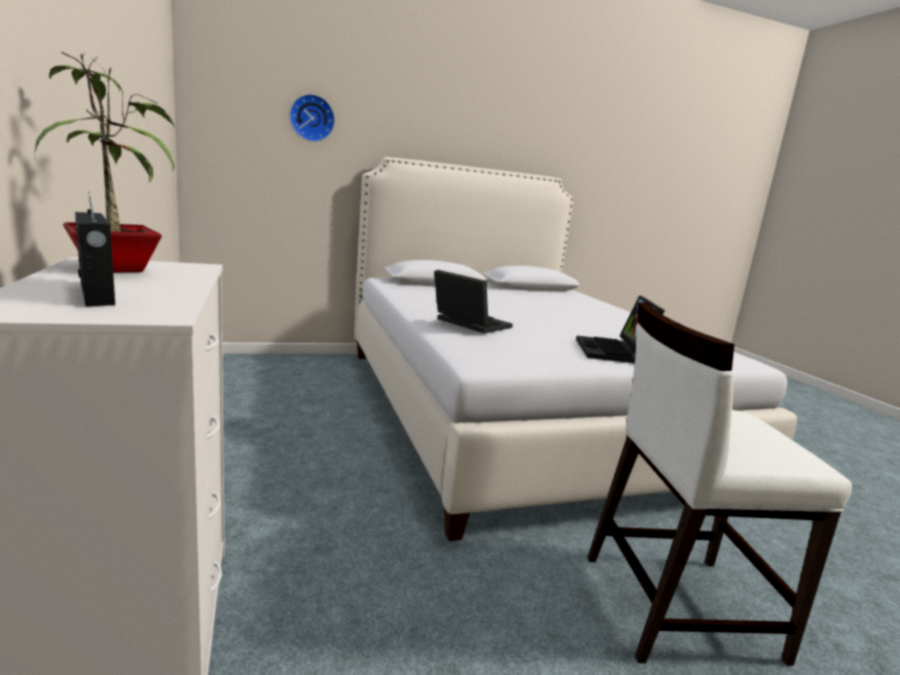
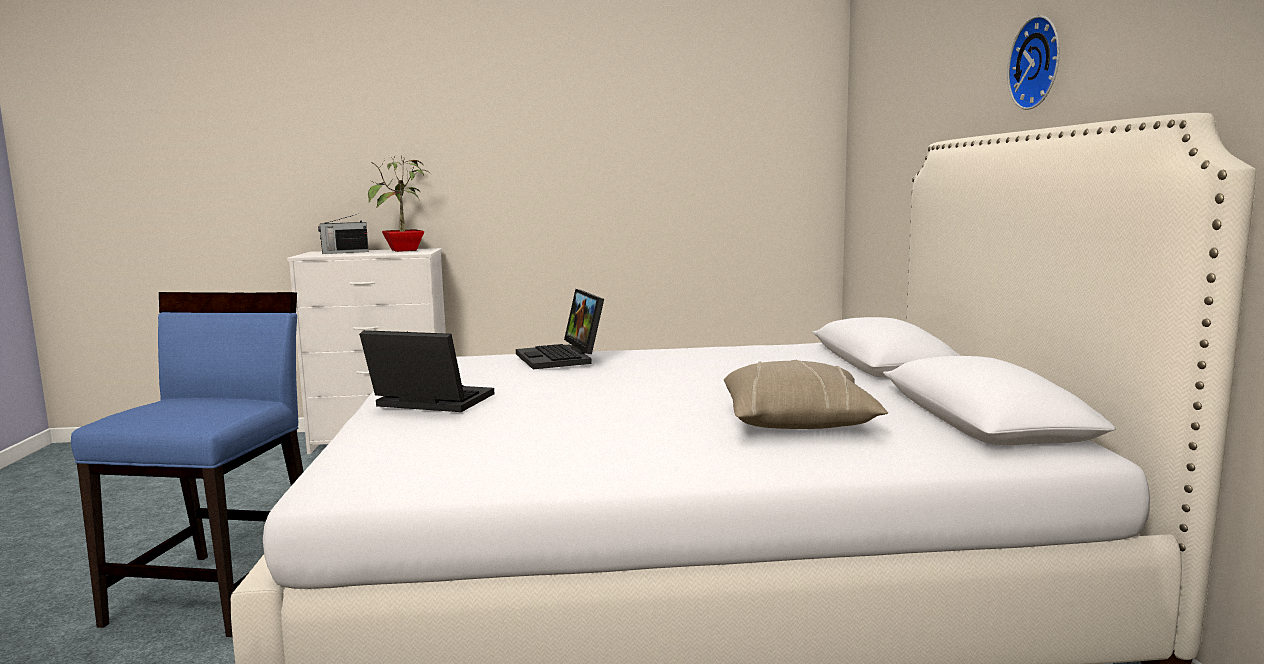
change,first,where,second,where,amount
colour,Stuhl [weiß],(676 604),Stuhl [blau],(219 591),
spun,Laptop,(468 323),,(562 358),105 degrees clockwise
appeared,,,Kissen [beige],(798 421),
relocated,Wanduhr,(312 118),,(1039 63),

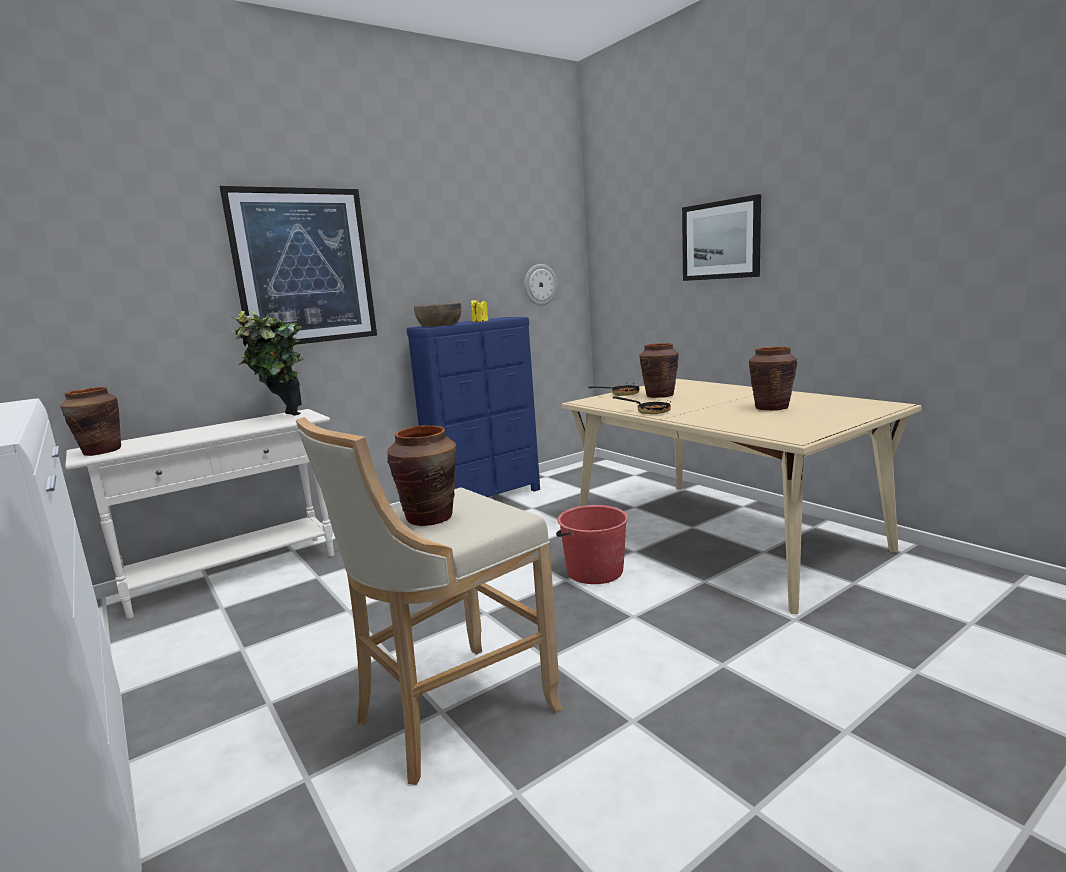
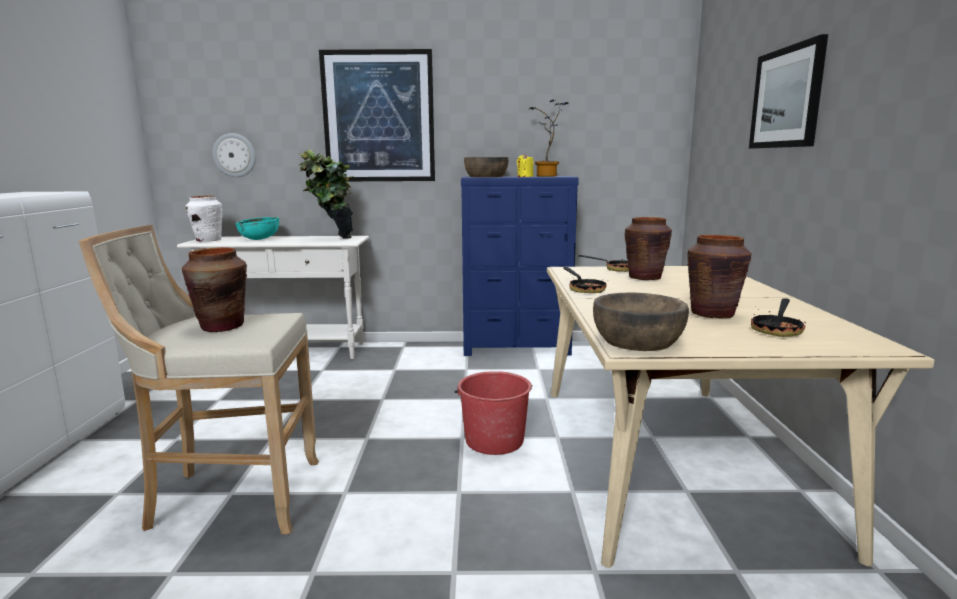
change,first,where,second,where,amount
colour,Vase [braun],(101 451),Vase [weiß],(208 240),
relocated,Wanduhr,(540 285),,(235 155),
appeared,,,Schüssel [türkis],(260 239),
appeared,,,Topfpflanze,(546 176),
appeared,,,Schüssel [braun],(638 340),
appeared,,,Pfanne,(777 329),

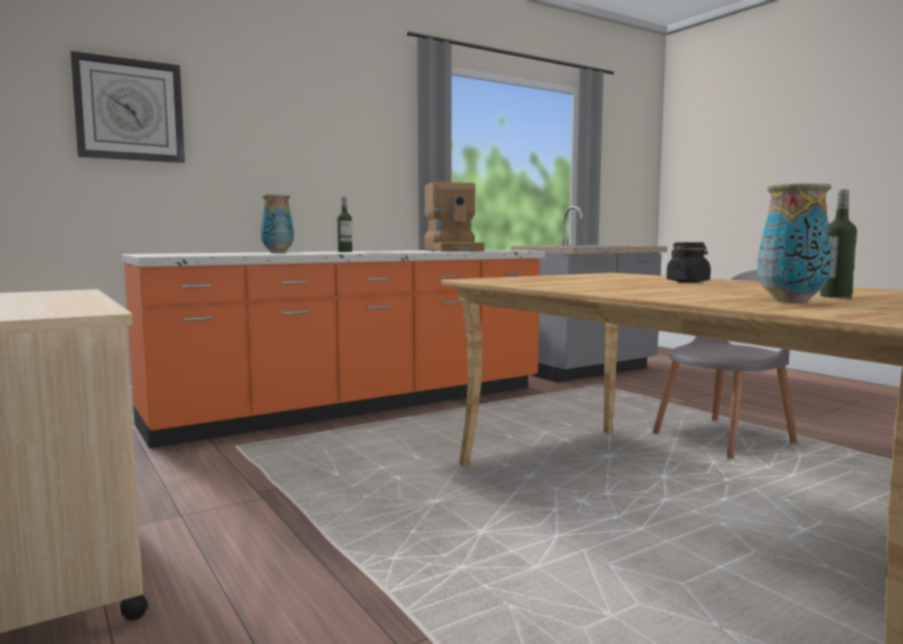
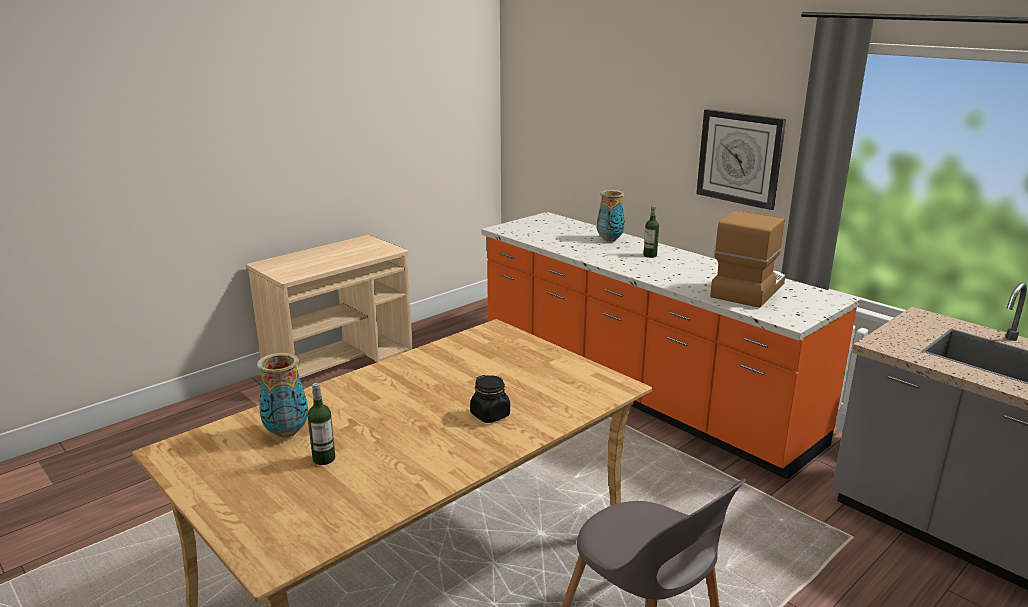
change,first,where,second,where,amount
relocated,Wanduhr,(129 110),,(740 158),
spun,Kaffeemaschine,(454 250),,(747 289),150 degrees clockwise

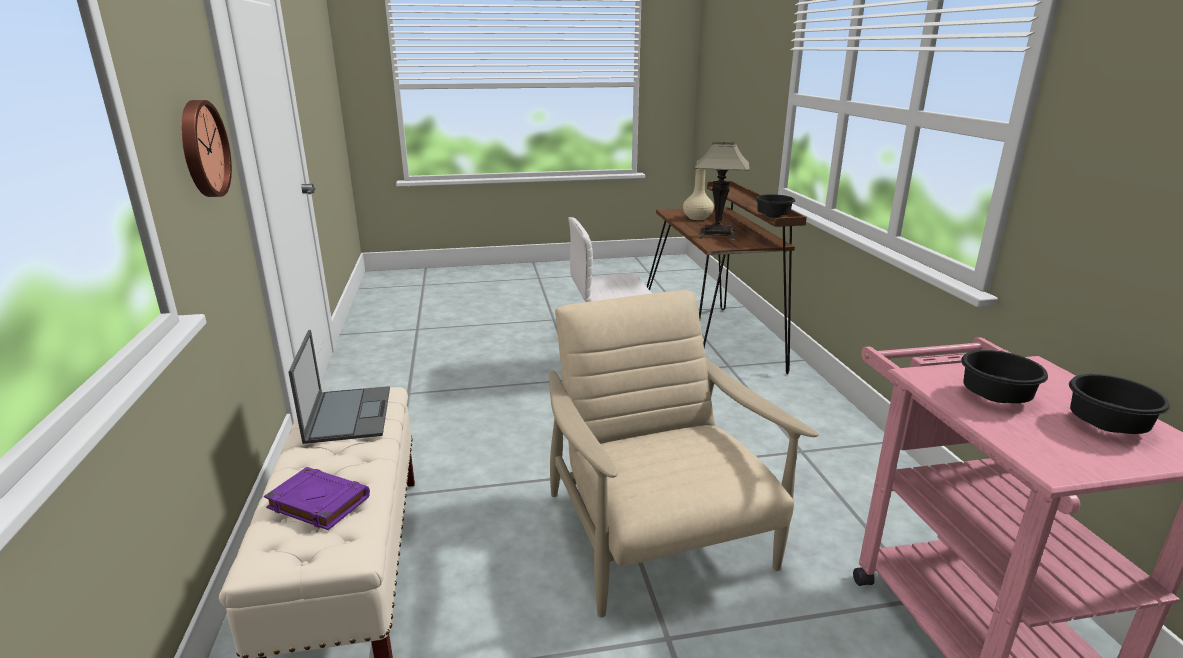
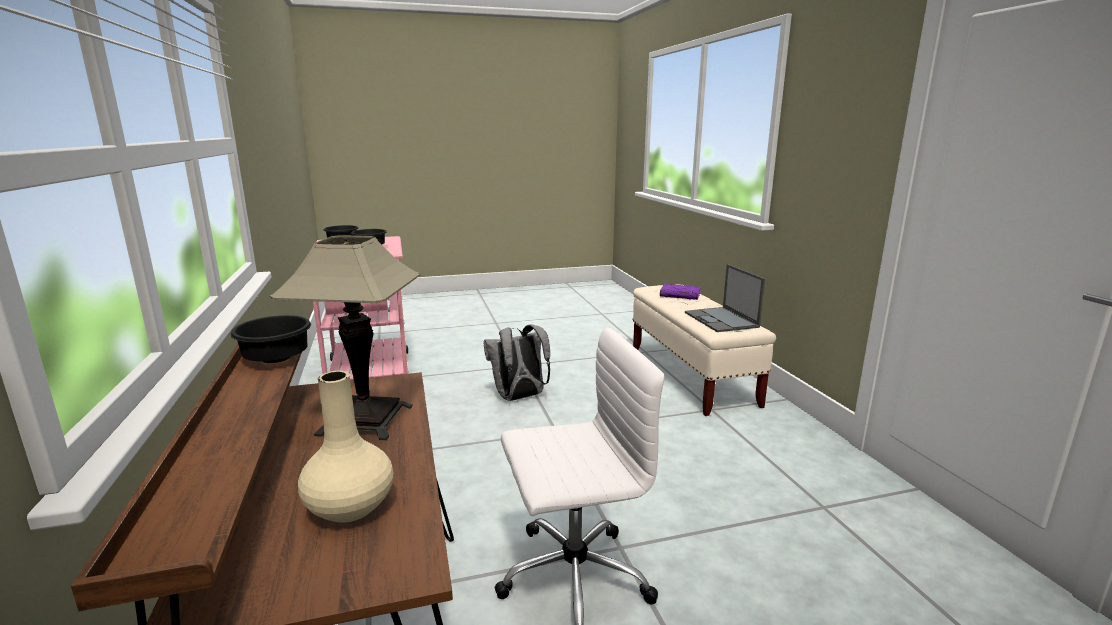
change,first,where,second,where,amount
exchanged,Sessel [beige],(658 535),Rucksack [grau],(519 397),
missing,Wanduhr,(201 149),,,

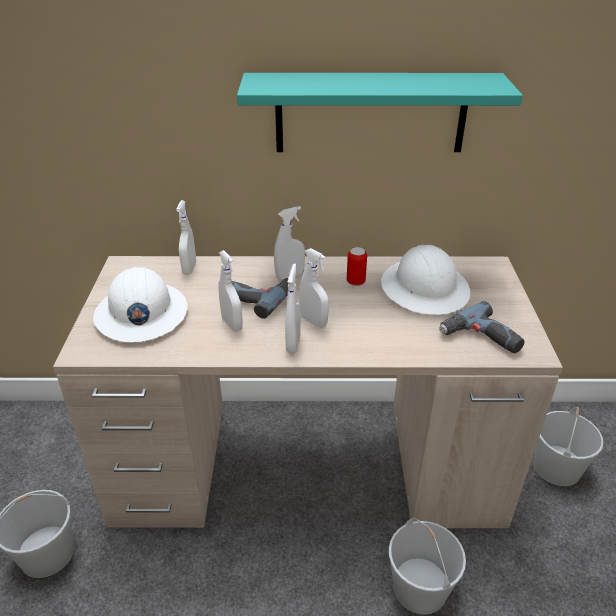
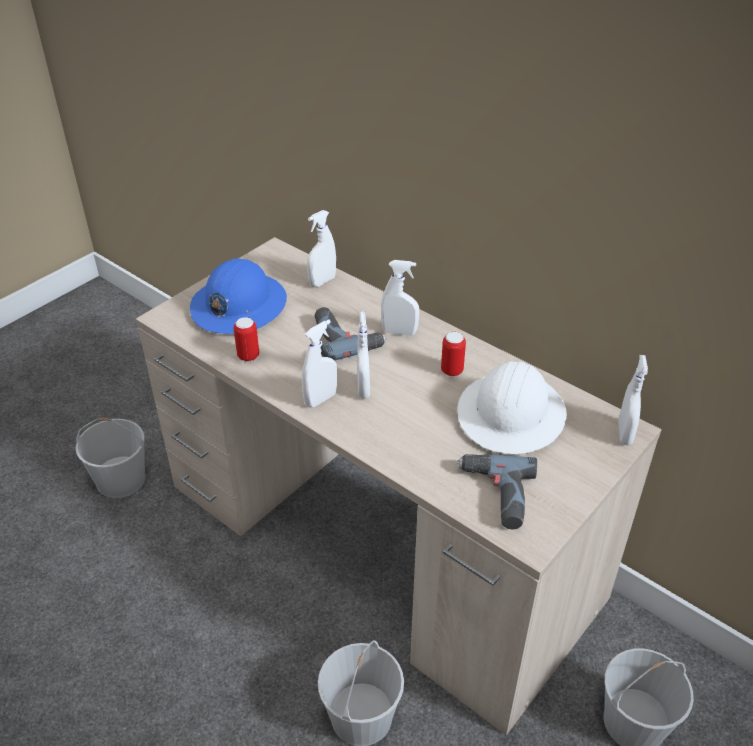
change,first,where,second,where,amount
colour,Schutzhelm [weiß],(141 314),Schutzhelm [blau],(238 306),
appeared,,,Dose,(248 356),
relocated,Sprühflasche [weiß],(232 324),,(624 434),
missing,Wandregal [türkis],(370 113),,,

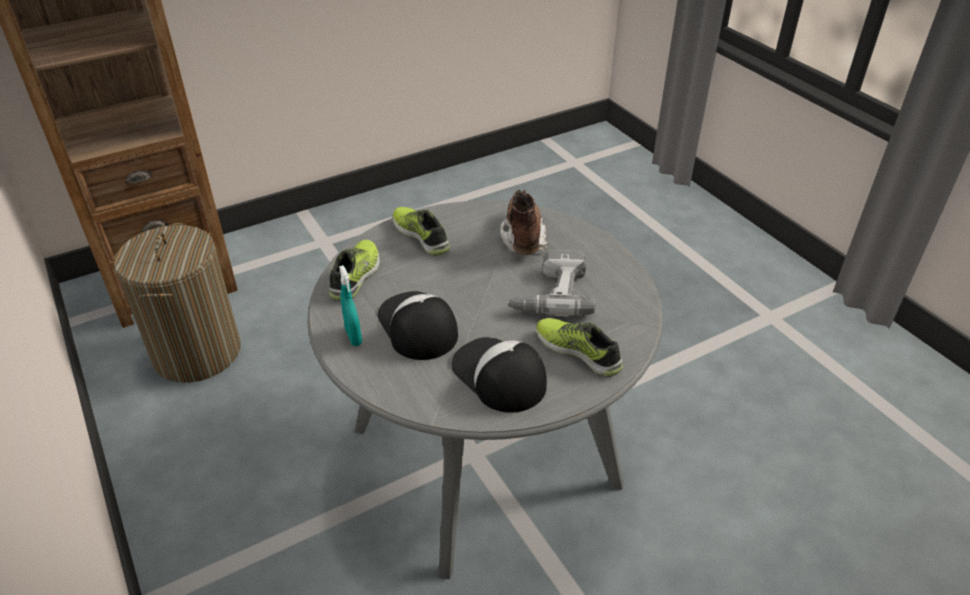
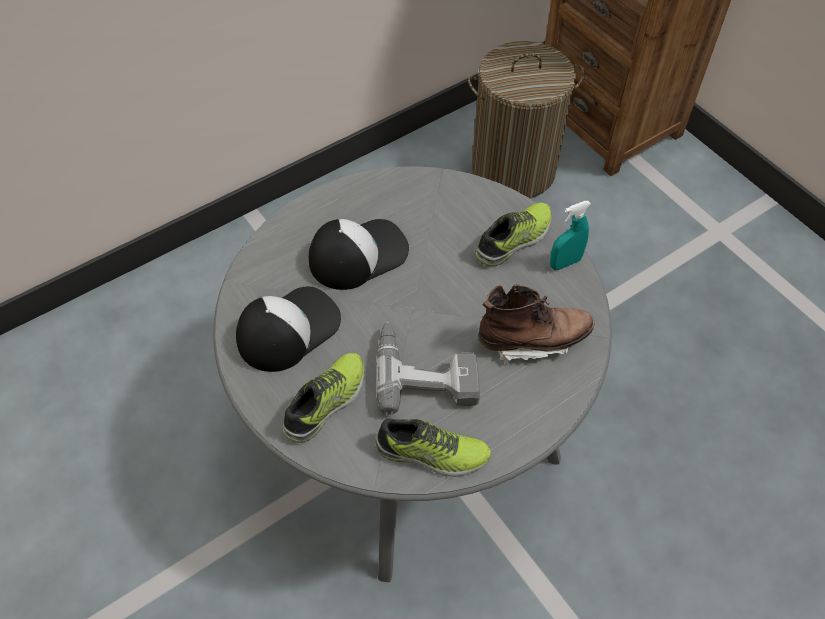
change,first,where,second,where,amount
relocated,Schuh,(356 276),,(431 453),
relocated,Sprühflasche [türkis],(353 337),,(565 263),

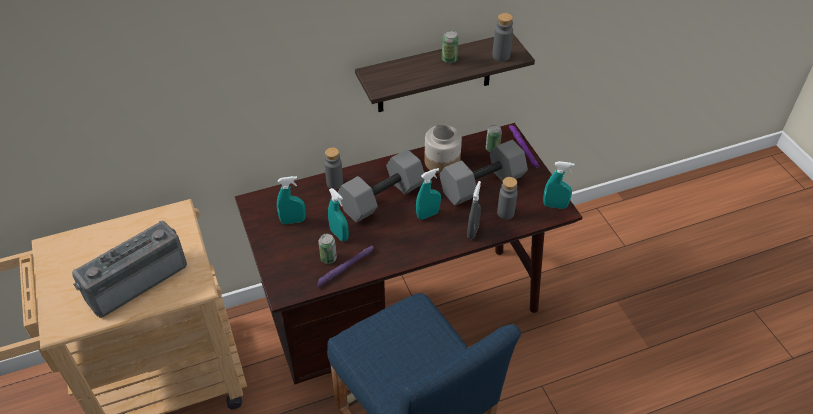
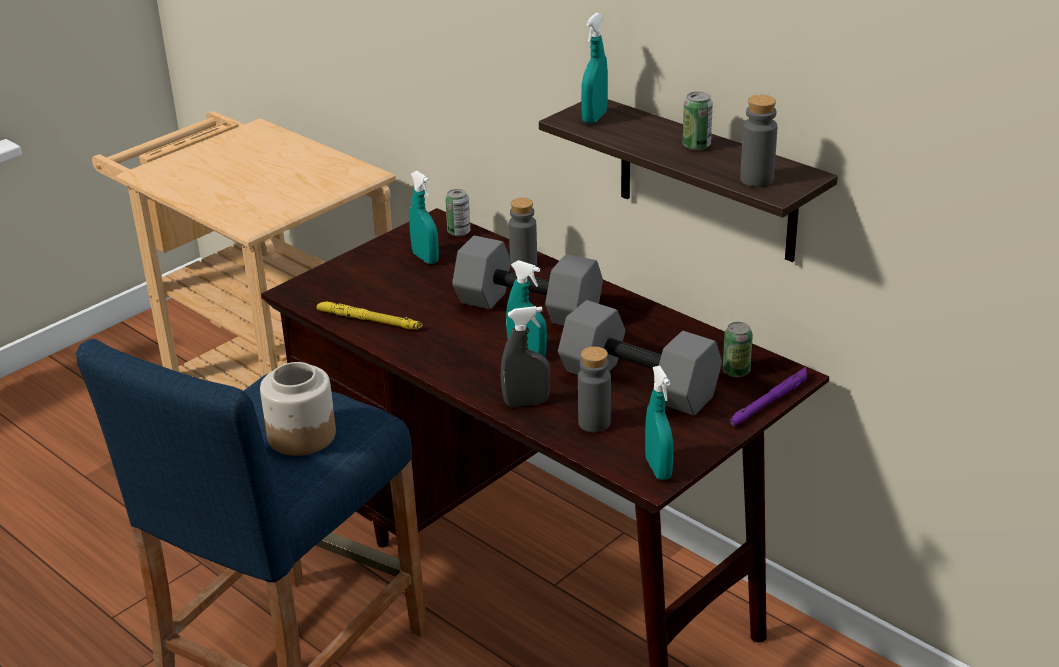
change,first,where,second,where,amount
relocated,Vorratsglas,(441 162),,(301 435),
colour,Taschenlampe [lila],(345 268),Taschenlampe [gelb],(369 320),
relocated,Dose,(328 258),,(459 232),
relocated,Sprühflasche [türkis],(339 234),,(594 117),
missing,Radio,(135 280),,,

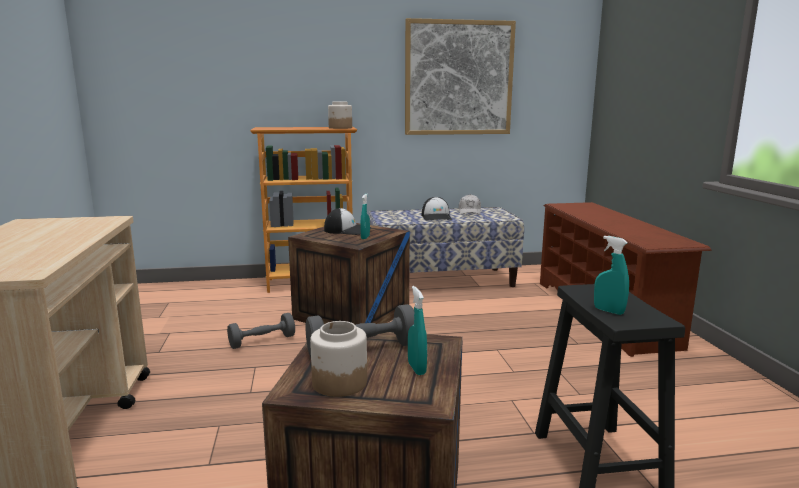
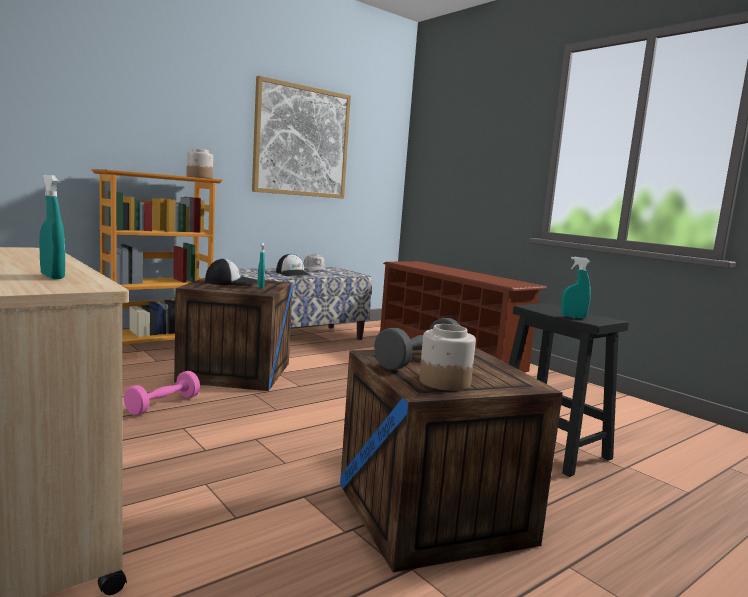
change,first,where,second,where,amount
relocated,Sprühflasche [türkis],(416 368),,(52 276),
colour,Hantel [grau],(262 341),Hantel [rosa],(163 405),

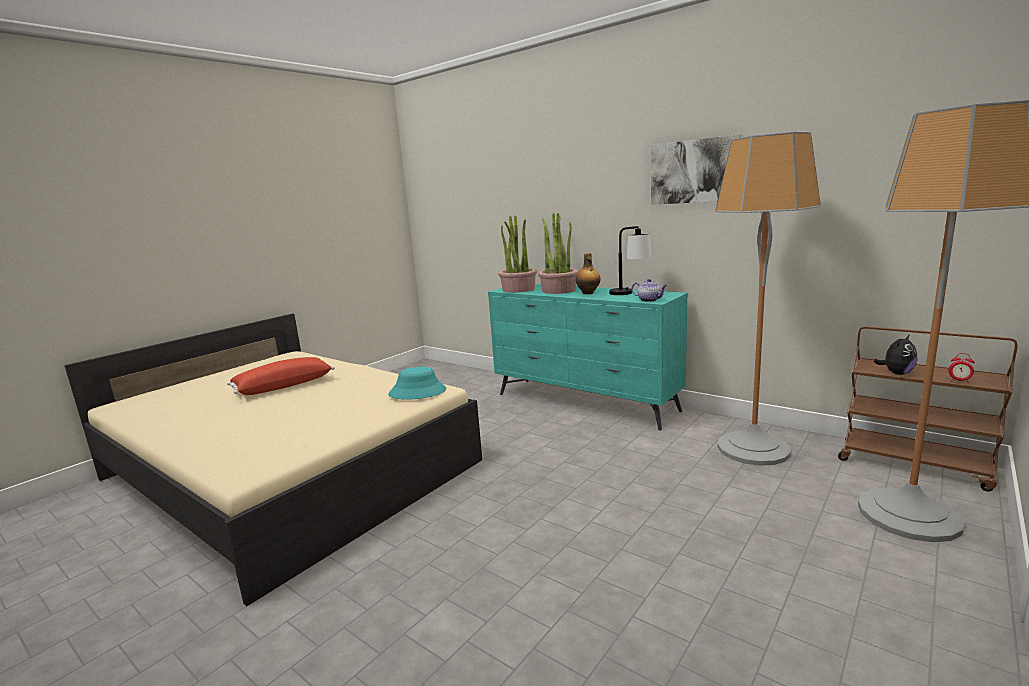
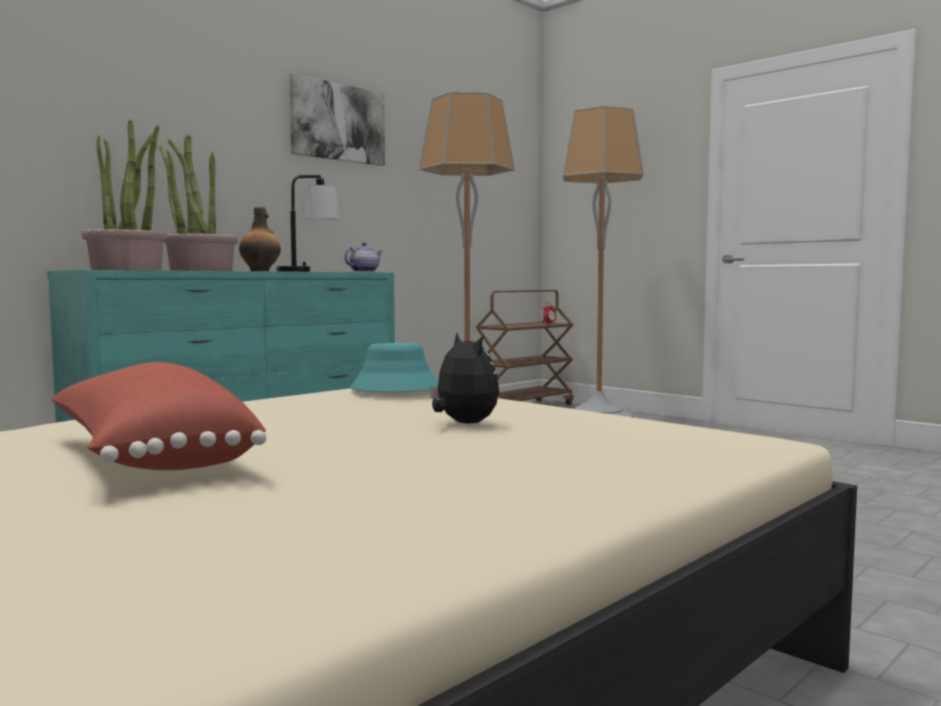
change,first,where,second,where,amount
relocated,Plüschtier,(896 373),,(463 424),

